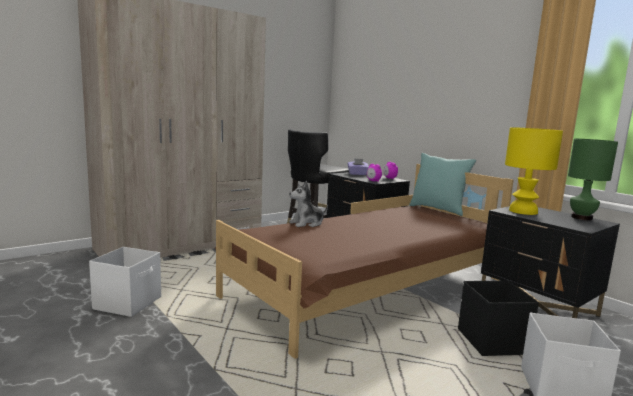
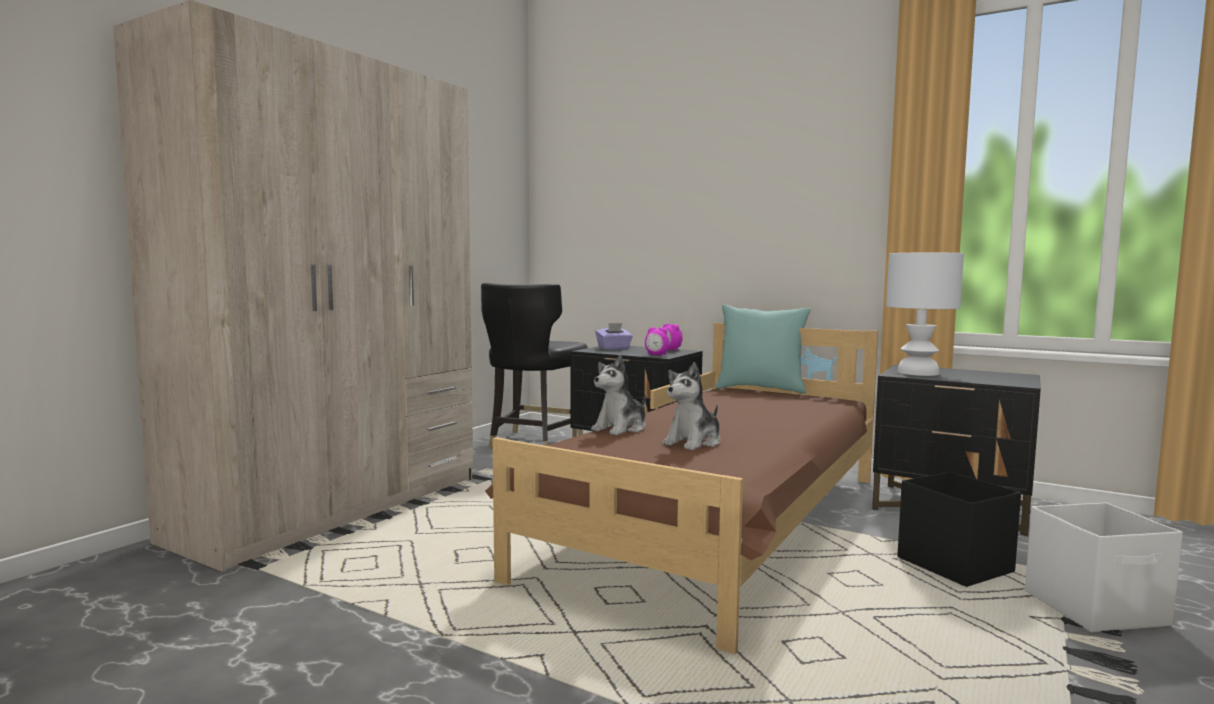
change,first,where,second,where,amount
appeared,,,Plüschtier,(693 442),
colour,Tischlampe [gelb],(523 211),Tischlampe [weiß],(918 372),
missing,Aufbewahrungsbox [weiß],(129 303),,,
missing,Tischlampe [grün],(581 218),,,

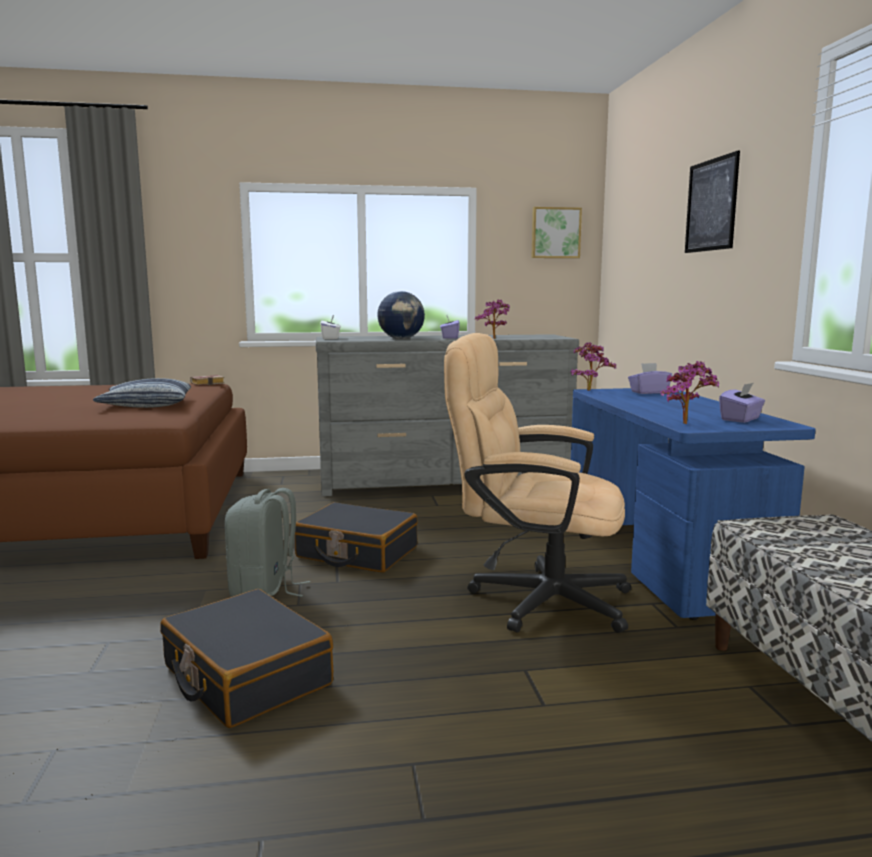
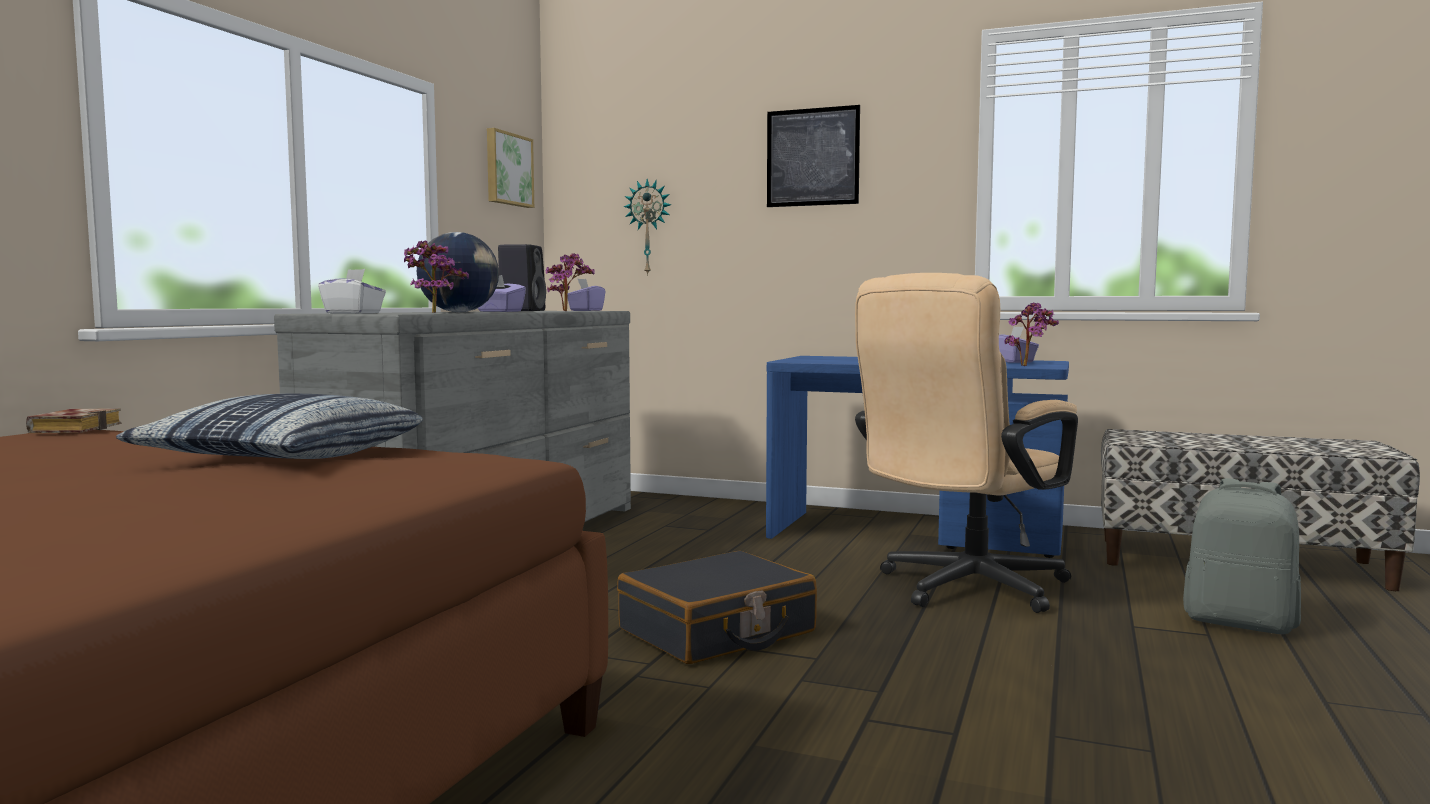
change,first,where,second,where,amount
relocated,Topfpflanze,(589 390),,(432 313),
appeared,,,Lautsprecher [schwarz],(522 310),
relocated,Taschentuchbox [lila],(648 392),,(585 310),
appeared,,,Wanduhr,(649 227),
relocated,Rucksack [grau],(265 591),,(1240 623),
missing,Koffer [schwarz],(246 676),,,

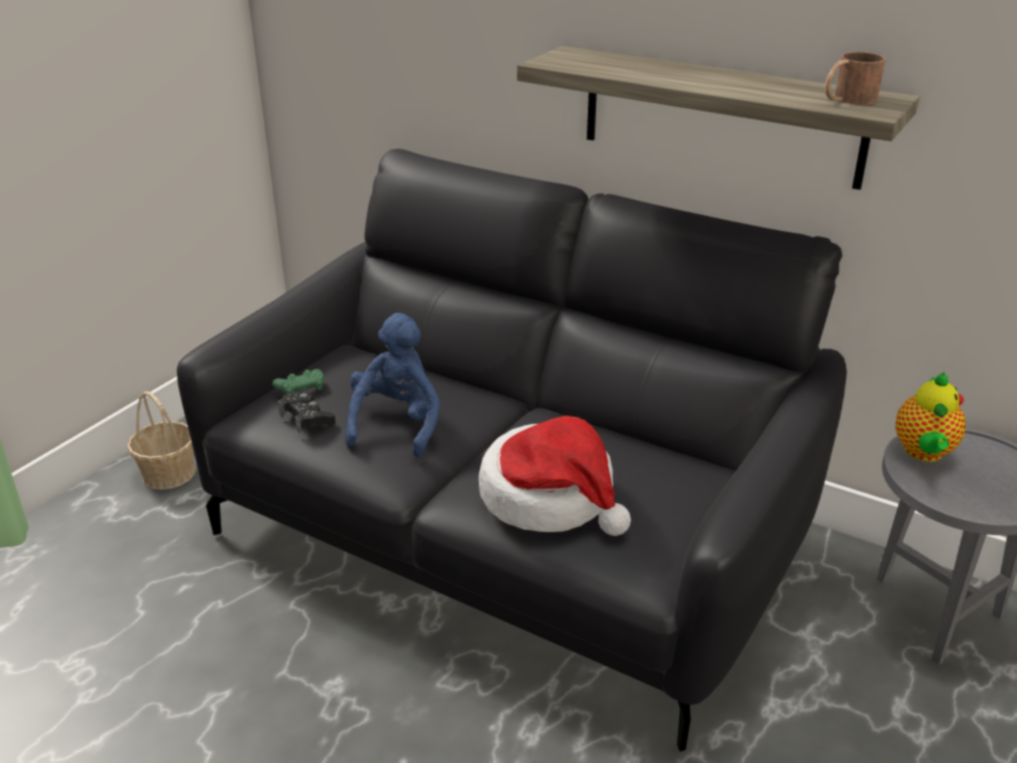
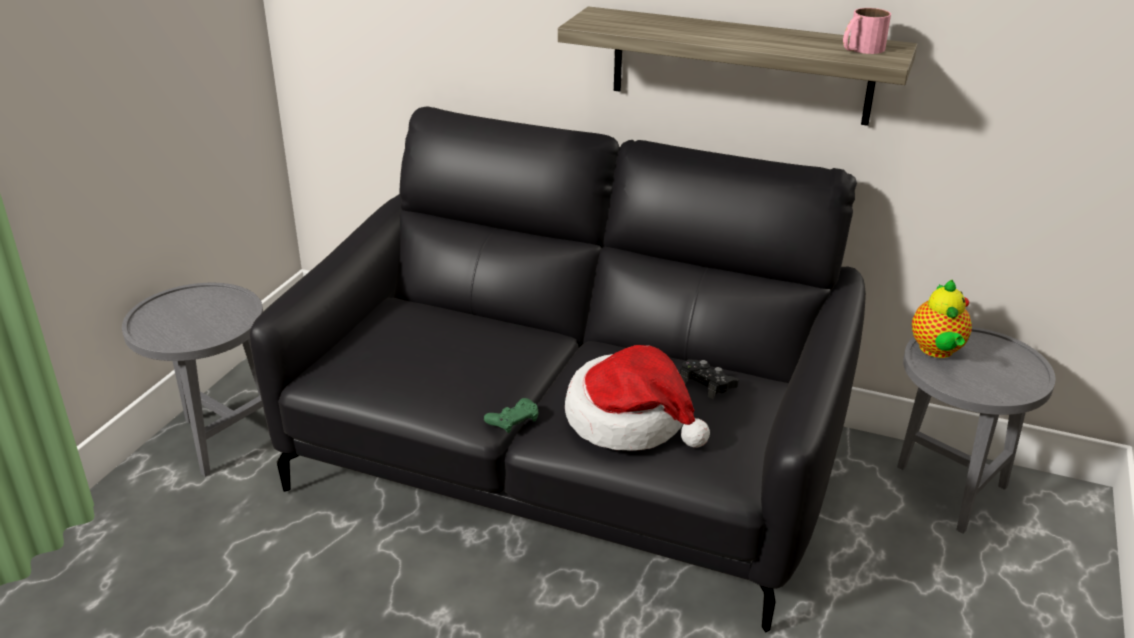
change,first,where,second,where,amount
exchanged,Korb,(168 473),Beistelltisch [grau],(219 438),
relocated,Gamepad [grün],(301 388),,(513 420),
relocated,Gamepad [schwarz],(307 418),,(707 384),
colour,Henkelbecher [braun],(847 100),Henkelbecher [rosa],(860 50),
missing,Plüschtier [blau],(397 424),,,

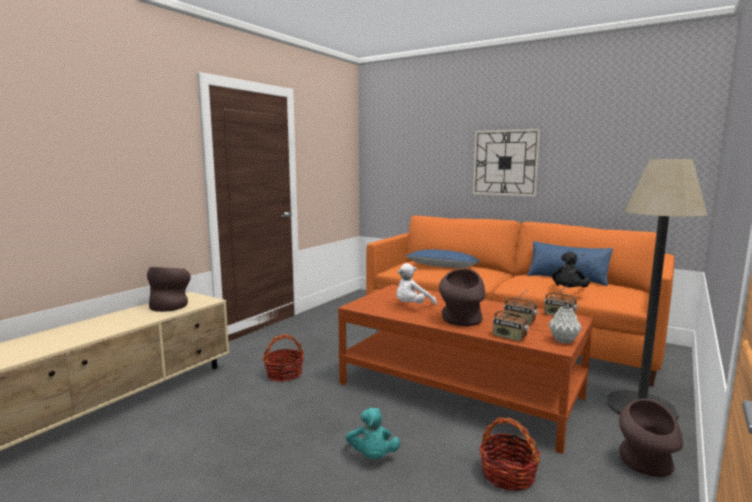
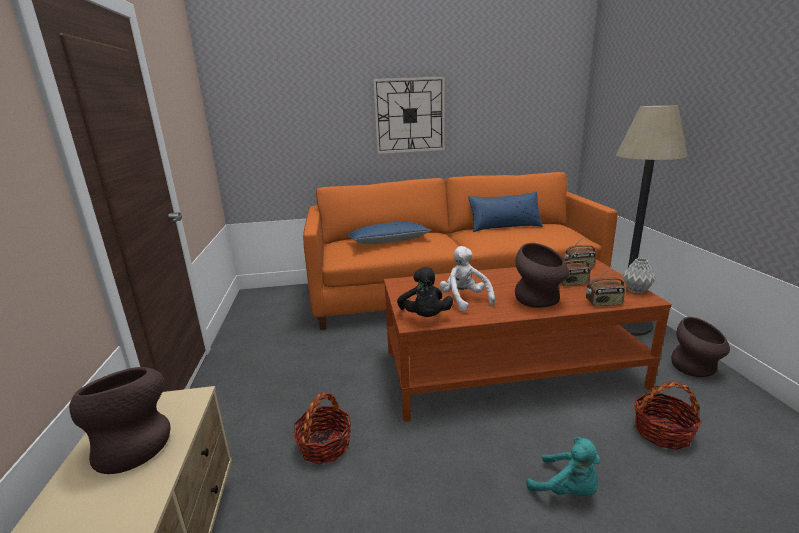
change,first,where,second,where,amount
relocated,Plüschtier [schwarz],(569 291),,(425 317),
spun,Plüschtier [weiß],(412 306),,(464 300),150 degrees clockwise

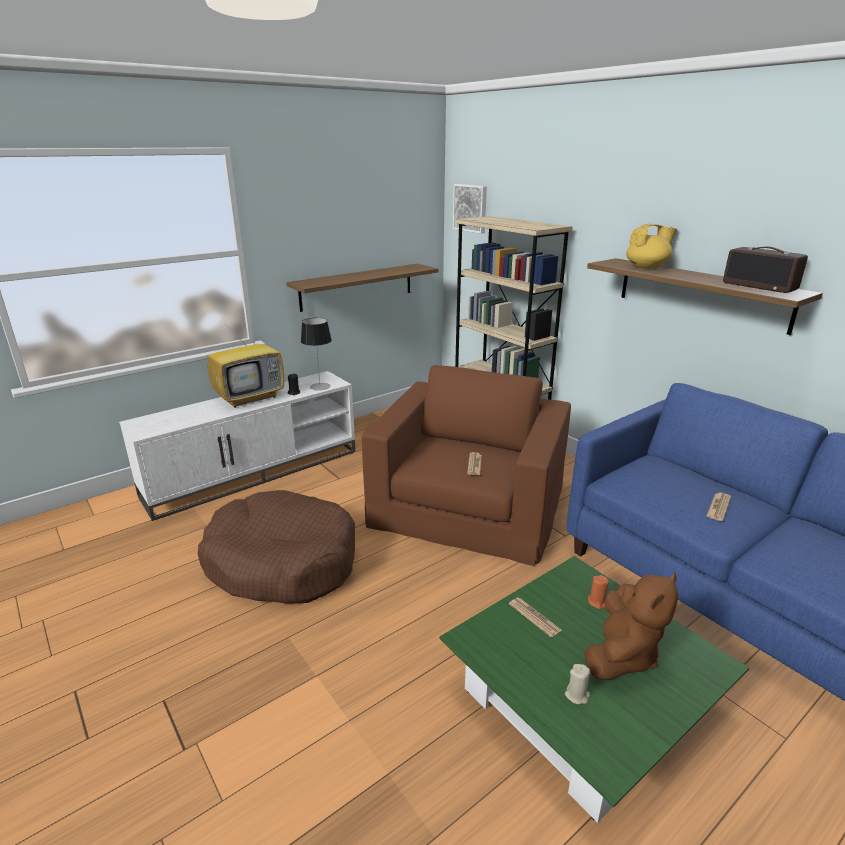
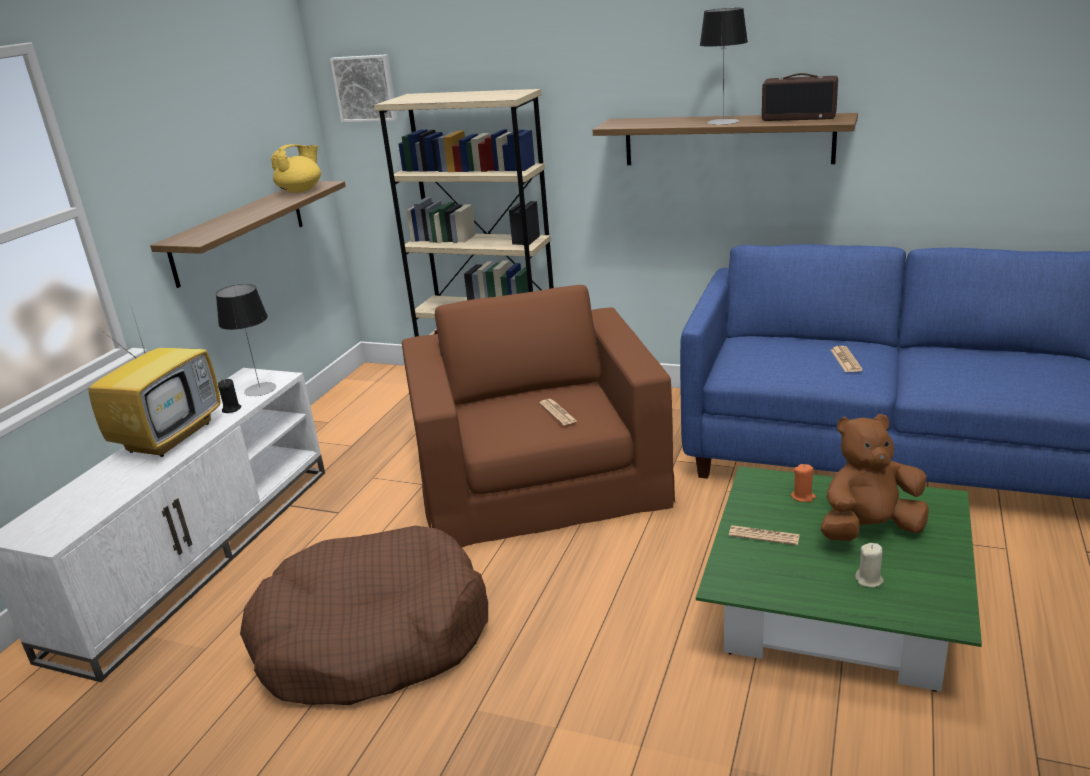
change,first,where,second,where,amount
relocated,Teekanne [gelb],(647 267),,(301 190),
appeared,,,Tischlampe,(723 122),
spun,Plüschtier [braun],(622 655),,(869 530),105 degrees counterclockwise

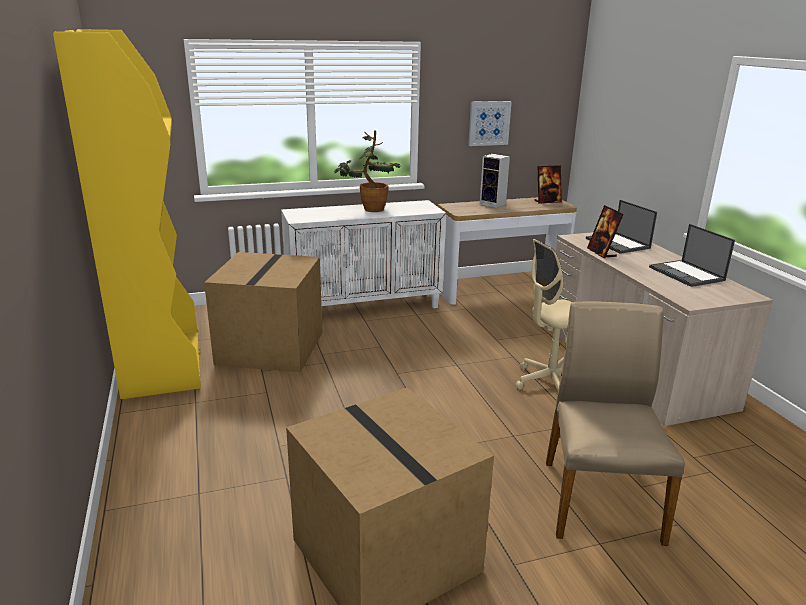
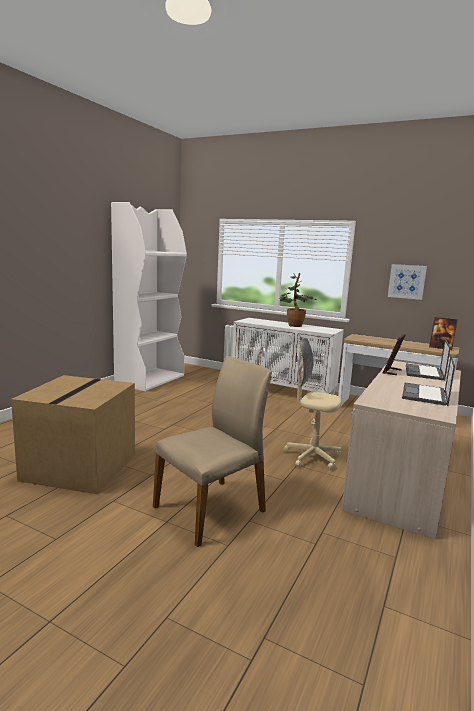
change,first,where,second,where,amount
colour,Bücherregal [gelb],(162 363),Bücherregal [weiß],(150 379),
missing,Karton,(270 347),,,
missing,Lautsprecher,(493 204),,,

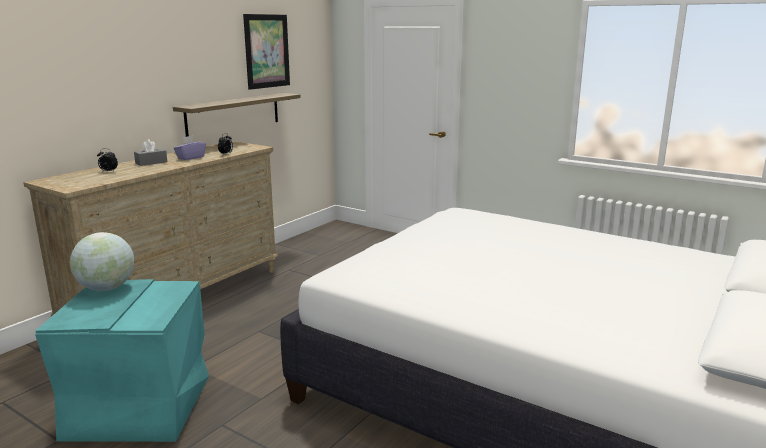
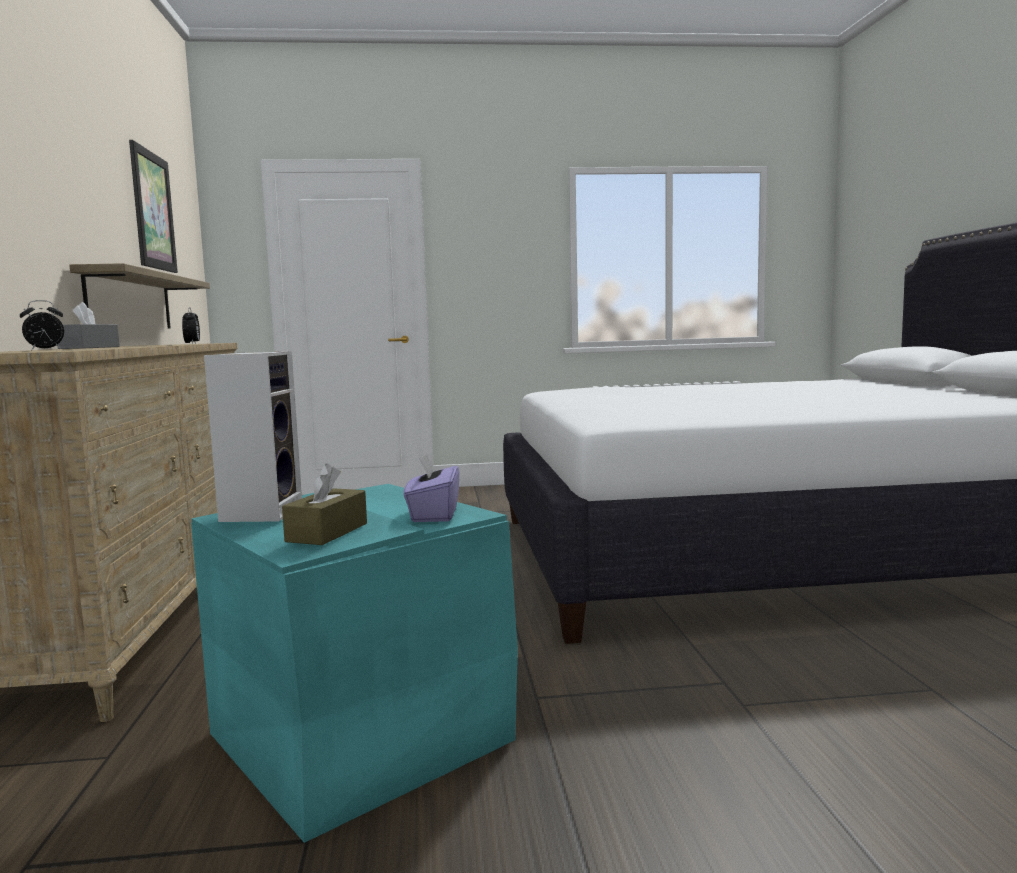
change,first,where,second,where,amount
exchanged,Globus,(106 288),Lautsprecher,(261 512),
appeared,,,Taschentuchbox [braun],(327 532),
relocated,Taschentuchbox [lila],(190 157),,(433 515),

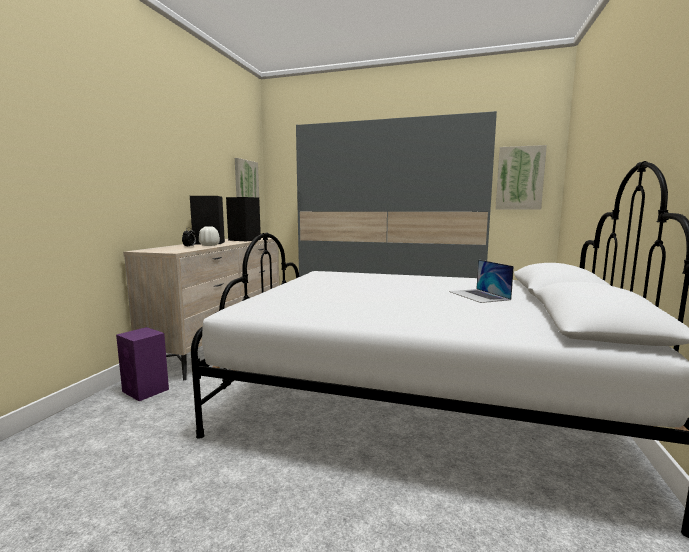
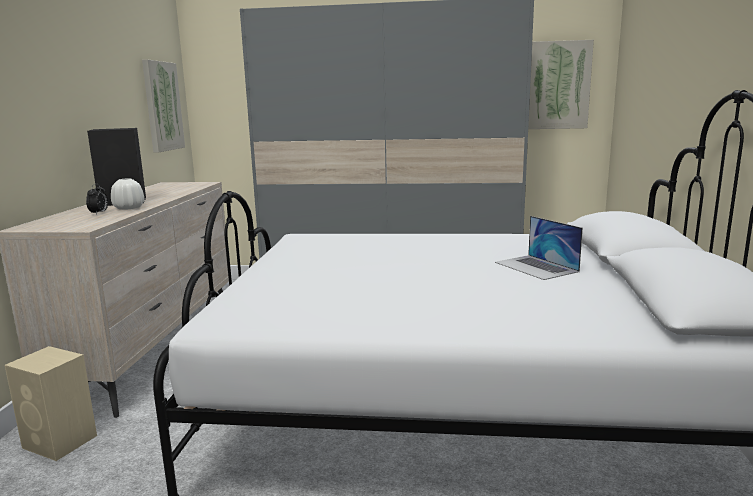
change,first,where,second,where,amount
colour,Lautsprecher [lila],(146 391),Lautsprecher [beige],(61 442),
missing,Lautsprecher [schwarz],(245 240),,,

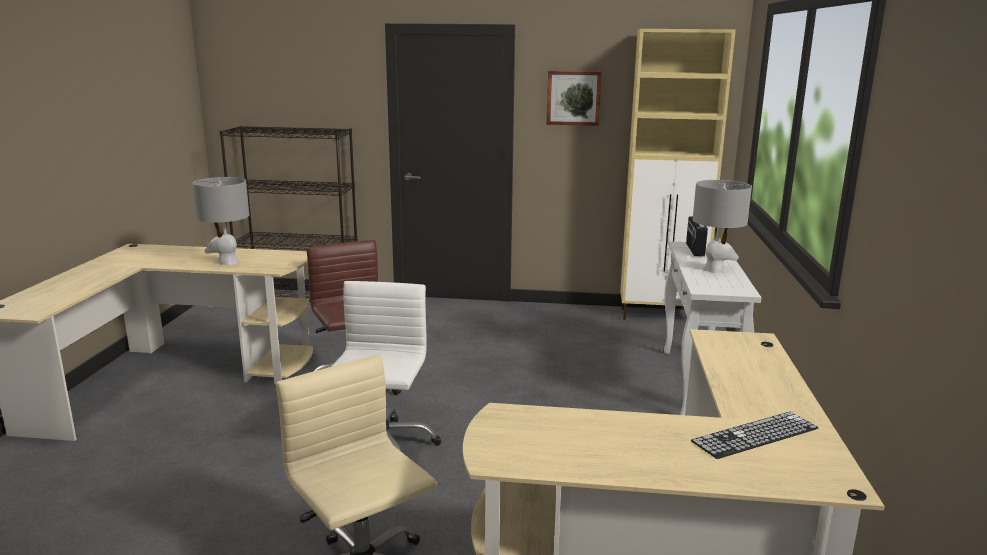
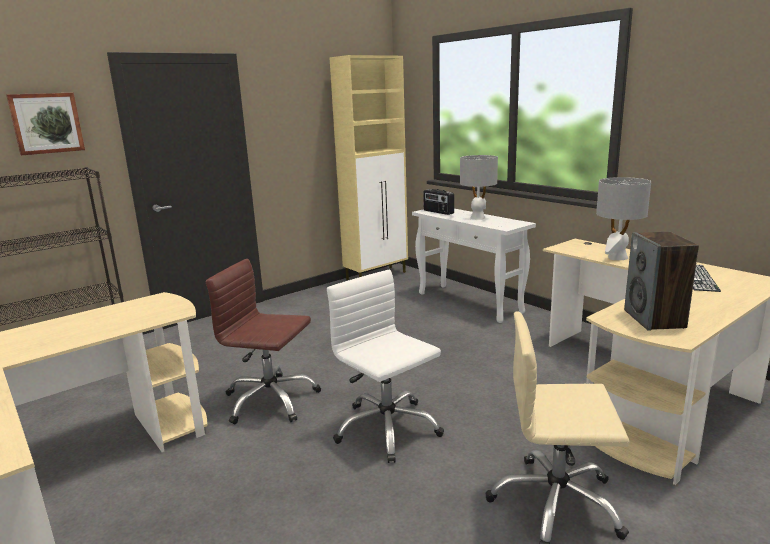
change,first,where,second,where,amount
relocated,Bild,(573 98),,(46 123),
relocated,Tischlampe [grau],(228 262),,(617 257),
appeared,,,Lautsprecher,(655 319),

